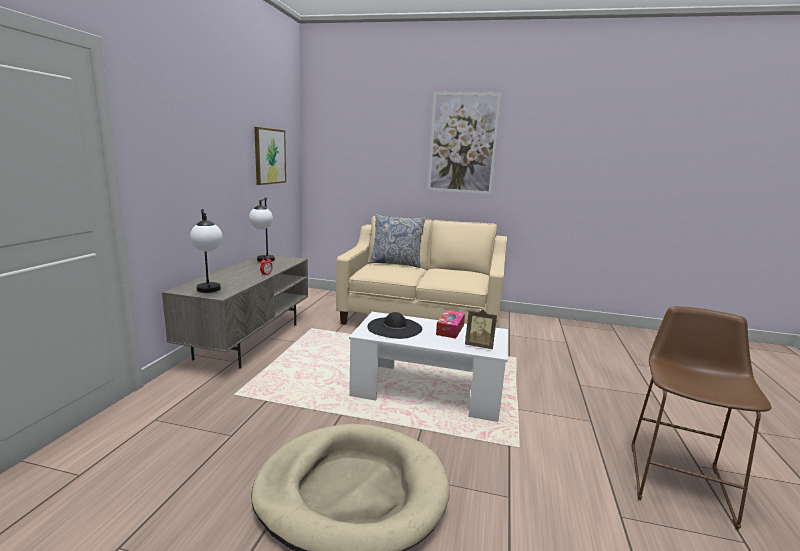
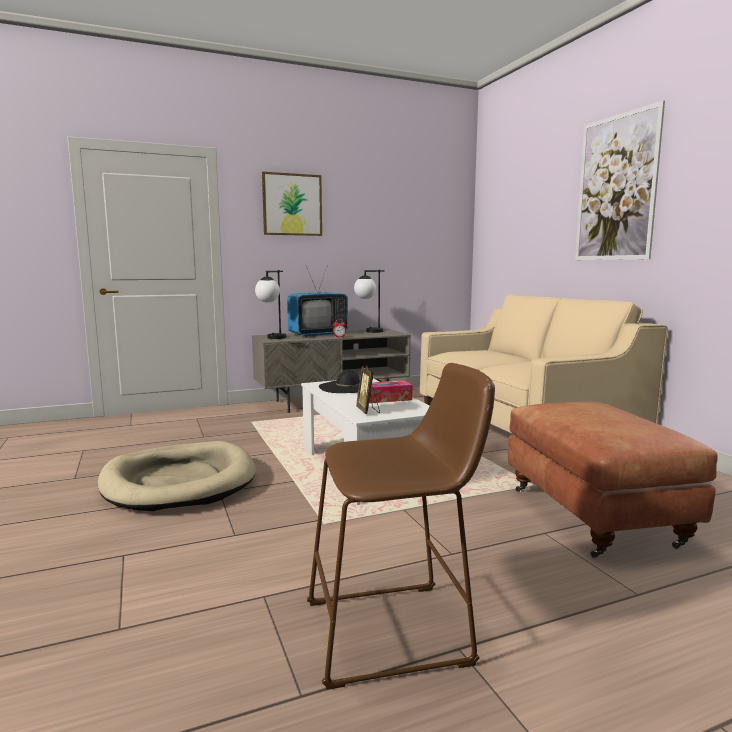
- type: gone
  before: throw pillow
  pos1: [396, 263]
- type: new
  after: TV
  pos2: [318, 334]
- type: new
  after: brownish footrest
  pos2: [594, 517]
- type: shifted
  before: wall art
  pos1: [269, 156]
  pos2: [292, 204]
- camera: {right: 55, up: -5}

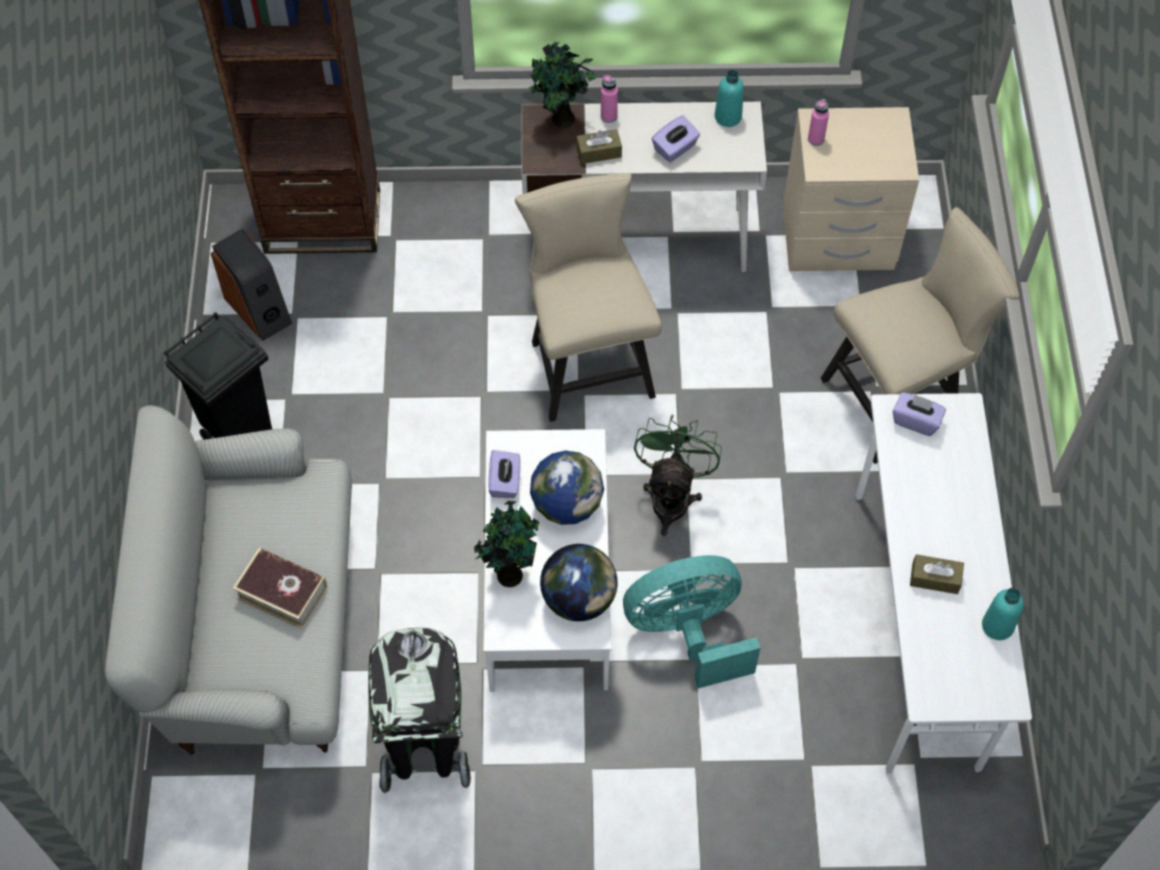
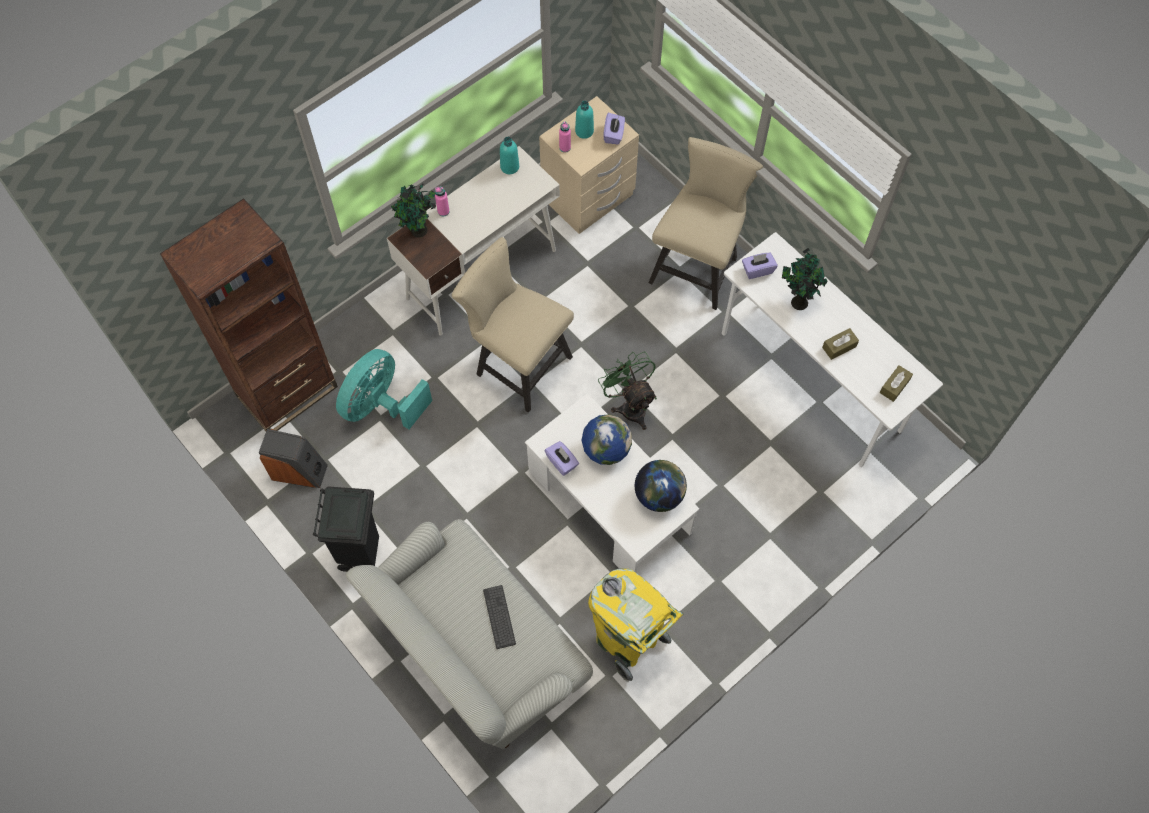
- type: shifted
  before: plant in a pot
  pos1: [509, 573]
  pos2: [798, 301]
- type: shifted
  before: brownish tissue box
  pos1: [598, 152]
  pos2: [894, 386]
- type: shifted
  before: turquoise cooling fan
  pos1: [688, 632]
  pos2: [381, 405]
- type: shifted
  before: purple-coloured tissue box
  pos1: [675, 148]
  pos2: [614, 134]
- type: shifted
  before: turquoise drink bottle
  pos1: [997, 626]
  pos2: [584, 131]
- type: swapped
  before: book
  after: keyboard
  pos1: [282, 592]
  pos2: [499, 617]
- type: repainted
  before: black-coloured trash can
  after: yellow-coloured trash can
  pos1: [425, 749]
  pos2: [628, 640]
- camera: {right: -40, up: 5}

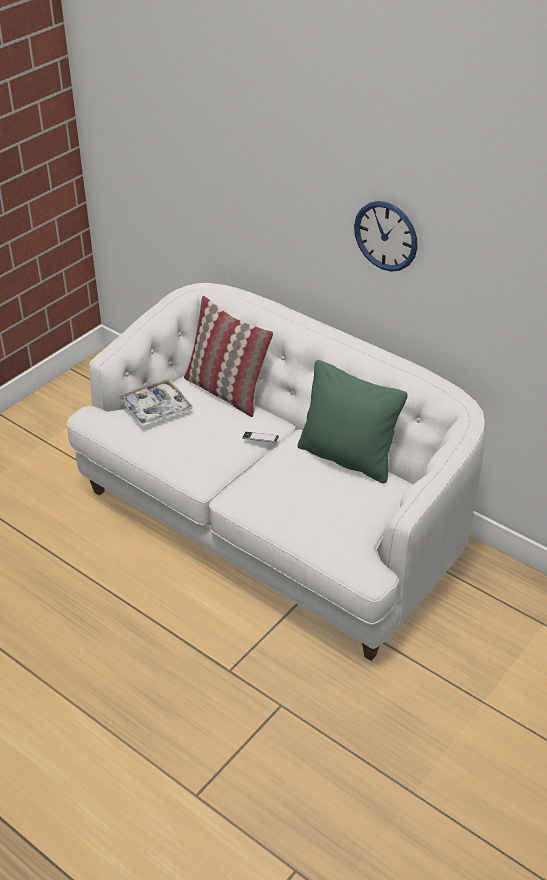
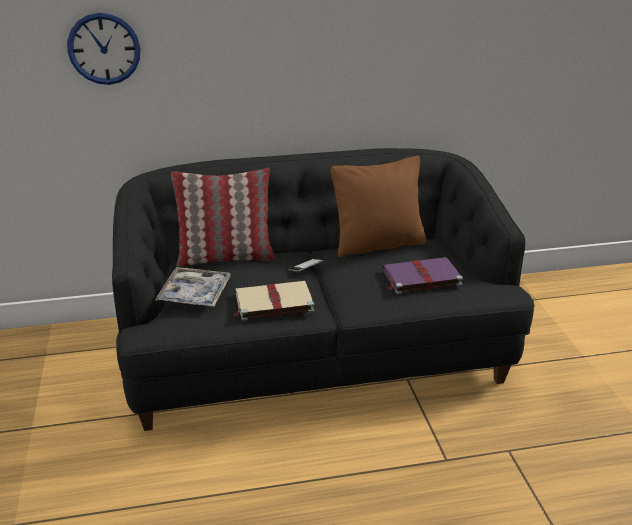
- type: new
  after: beige book
  pos2: [272, 303]
- type: new
  after: purple-coloured book
  pos2: [420, 278]
- type: shifted
  before: clock on the wall
  pos1: [386, 236]
  pos2: [104, 49]
- type: repainted
  before: whitish settee
  after: black-coloured settee
  pos1: [273, 524]
  pos2: [315, 354]
- type: repainted
  before: green-coloured throw pillow
  after: brownish throw pillow
  pos1: [347, 457]
  pos2: [378, 245]
- camera: {right: -50, up: -10}

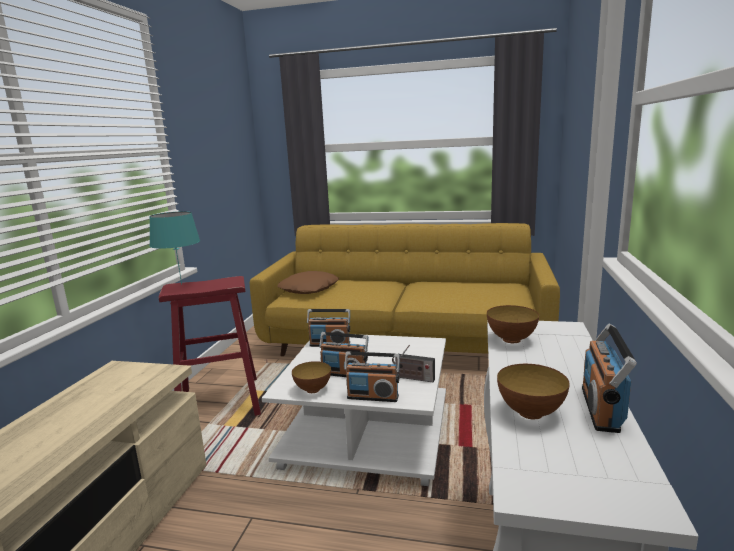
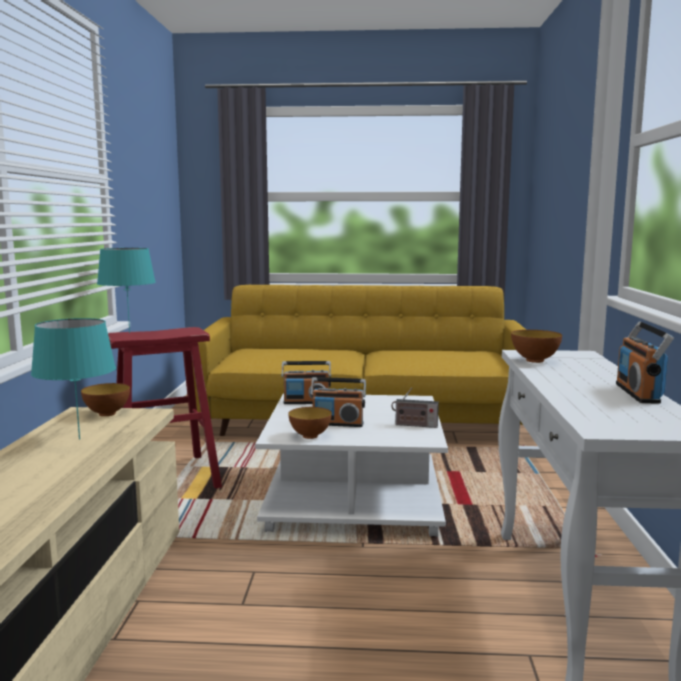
- type: gone
  before: brownish throw pillow
  pos1: [309, 289]
- type: gone
  before: radio receiver
  pos1: [373, 397]
- type: new
  after: turquoise lamp for a table
  pos2: [79, 439]
- type: shifted
  before: serving bowl
  pos1: [530, 413]
  pos2: [107, 414]
- camera: {right: -10, up: -5}

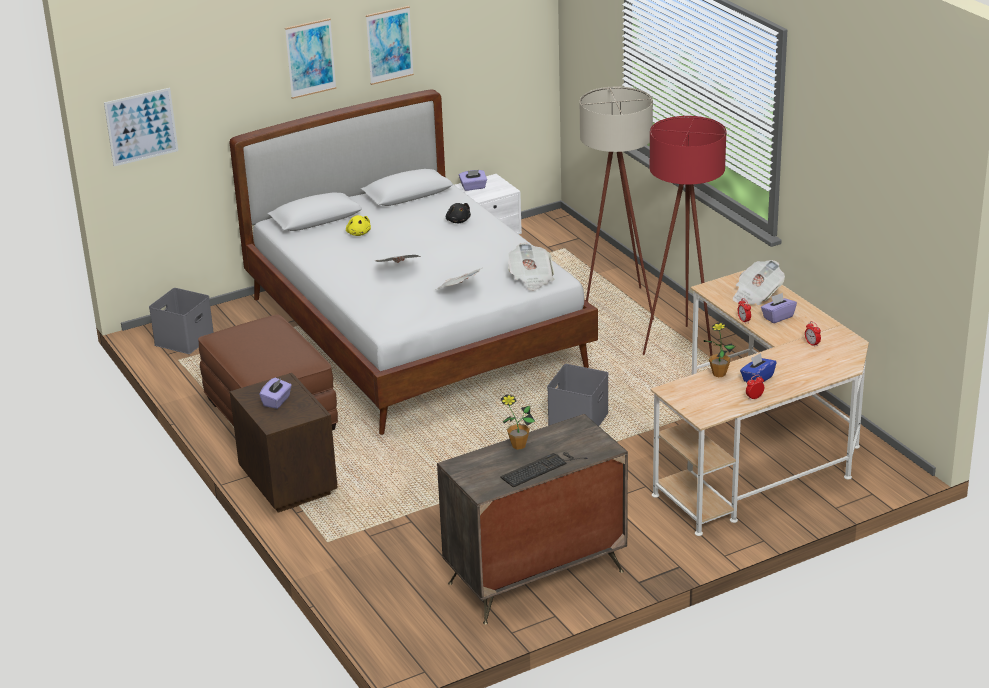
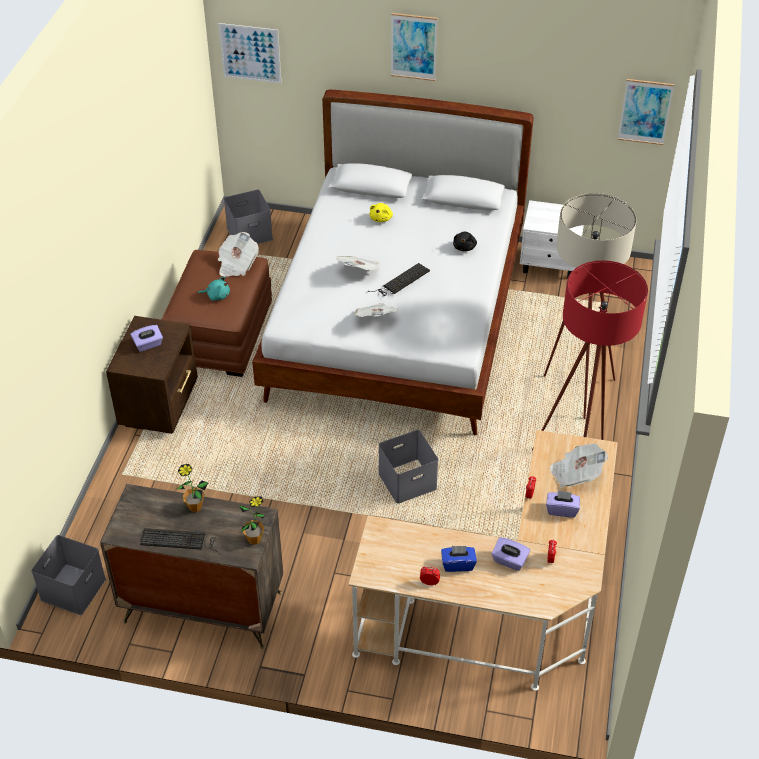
- type: new
  after: greyish storage bin
  pos2: [73, 590]
- type: new
  after: turquoise cuddly toy
  pos2: [217, 296]
- type: new
  after: keyboard
  pos2: [401, 281]
- type: shifted
  before: wall art
  pos1: [389, 45]
  pos2: [645, 112]
- type: shifted
  before: purple-coloured tissue box
  pos1: [473, 187]
  pos2: [509, 561]
- type: shifted
  before: daily paper
  pos1: [531, 278]
  pos2: [237, 264]
- type: shifted
  before: plant in a pot
  pos1: [719, 374]
  pos2: [254, 539]
- camera: {right: 40, up: 15}

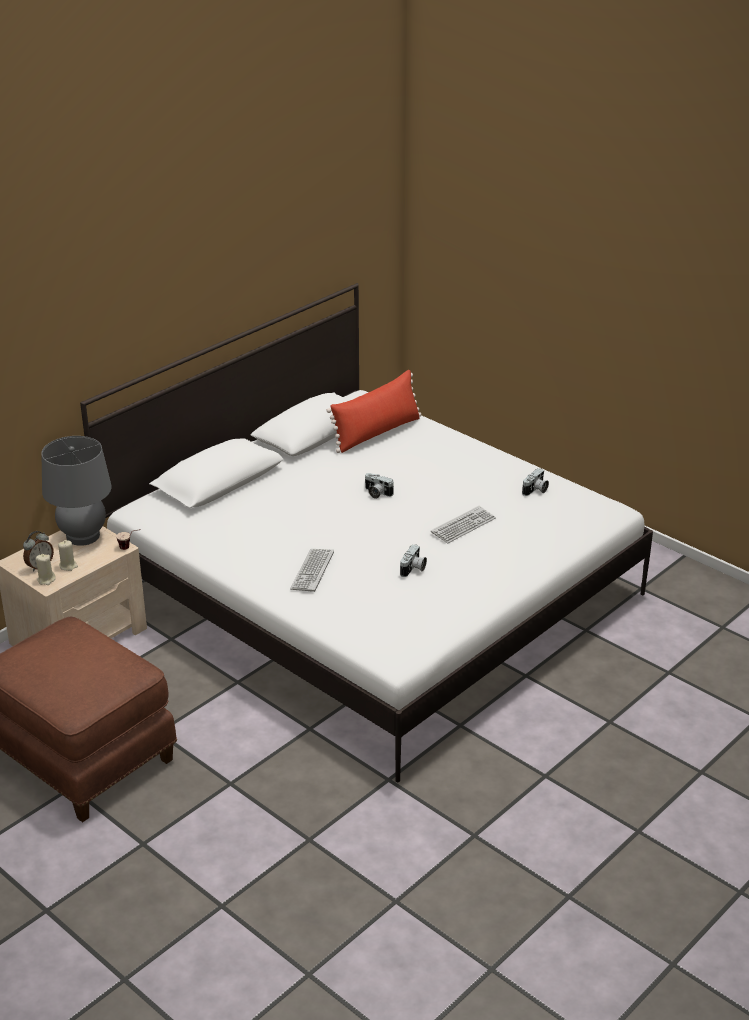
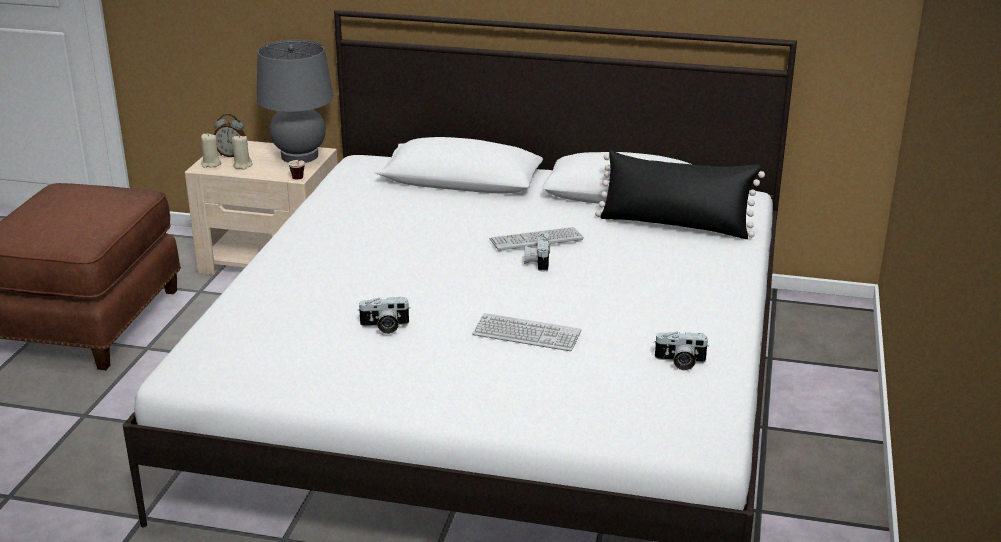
- type: shifted
  before: keyboard
  pos1: [312, 571]
  pos2: [536, 240]
- type: repainted
  before: red throw pillow
  after: black-coloured throw pillow
  pos1: [377, 433]
  pos2: [675, 225]
- camera: {right: 60, up: -5}

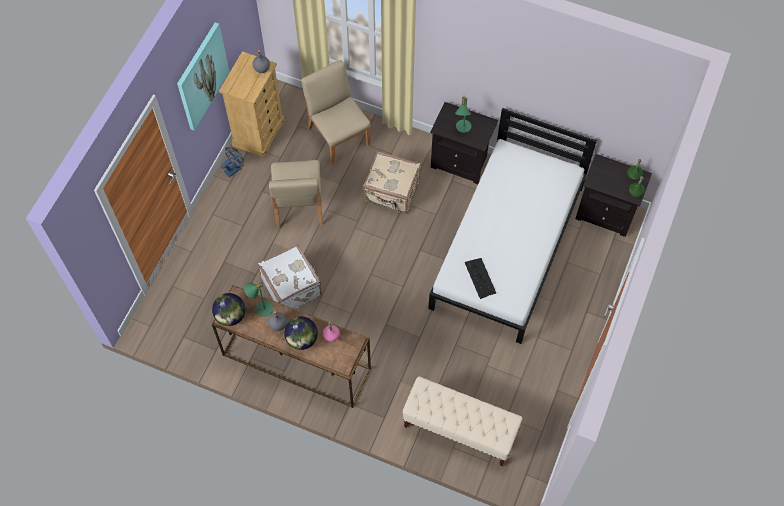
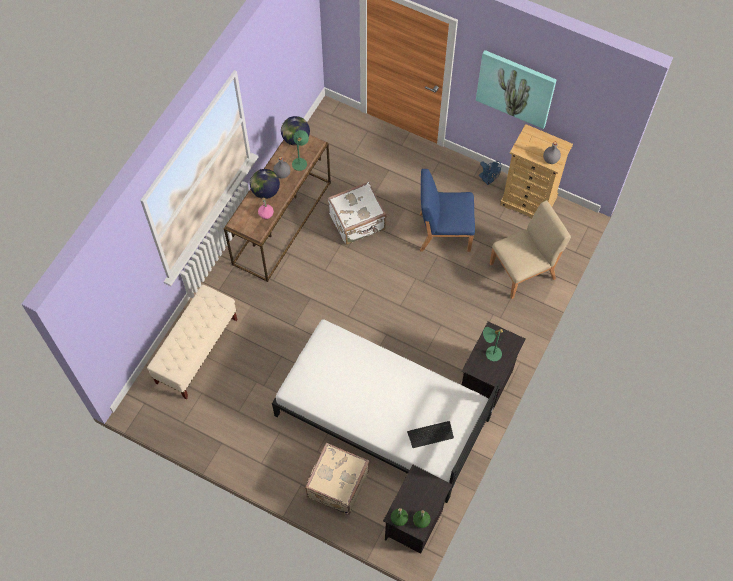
- type: shifted
  before: beige suitcase
  pos1: [392, 192]
  pos2: [336, 484]
- type: shifted
  before: keyboard
  pos1: [480, 278]
  pos2: [430, 434]
- type: repainted
  before: beige chair
  after: bluish chair
  pos1: [298, 205]
  pos2: [443, 232]
- camera: {right: 95, up: 0}

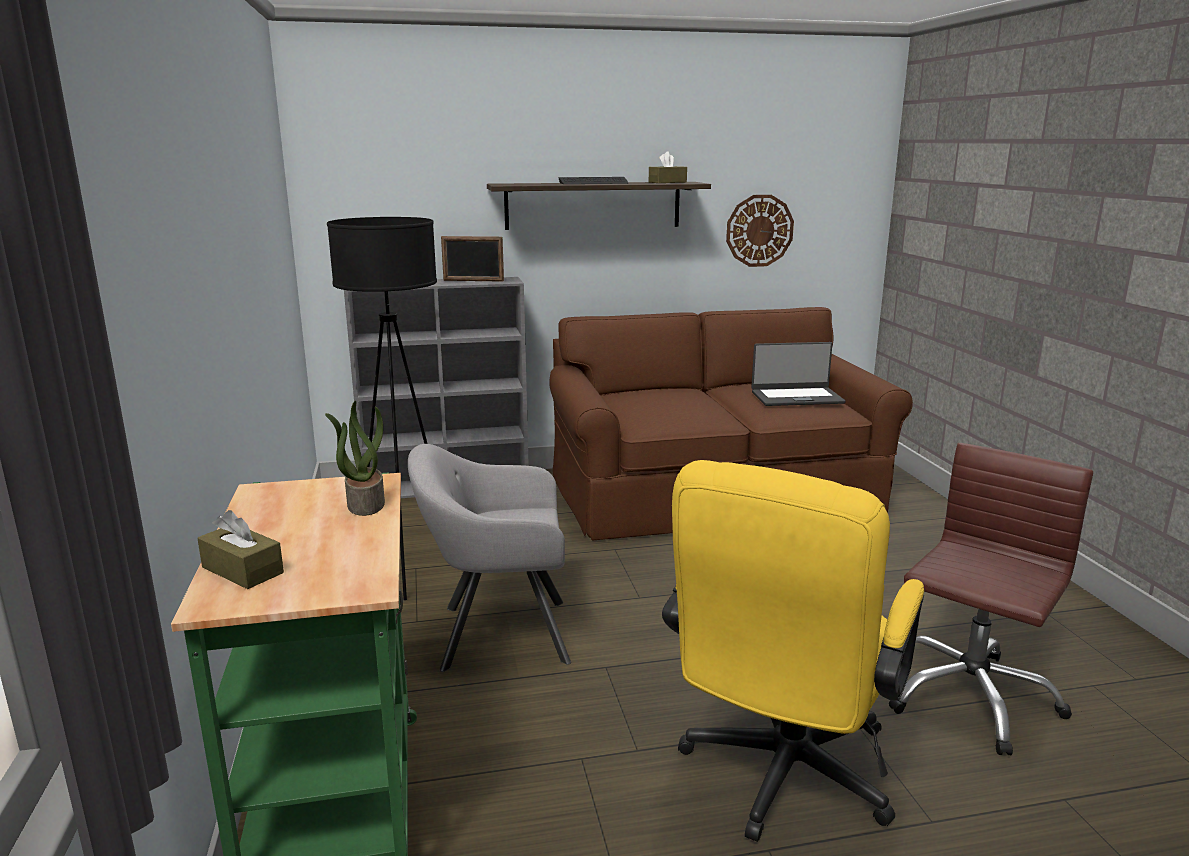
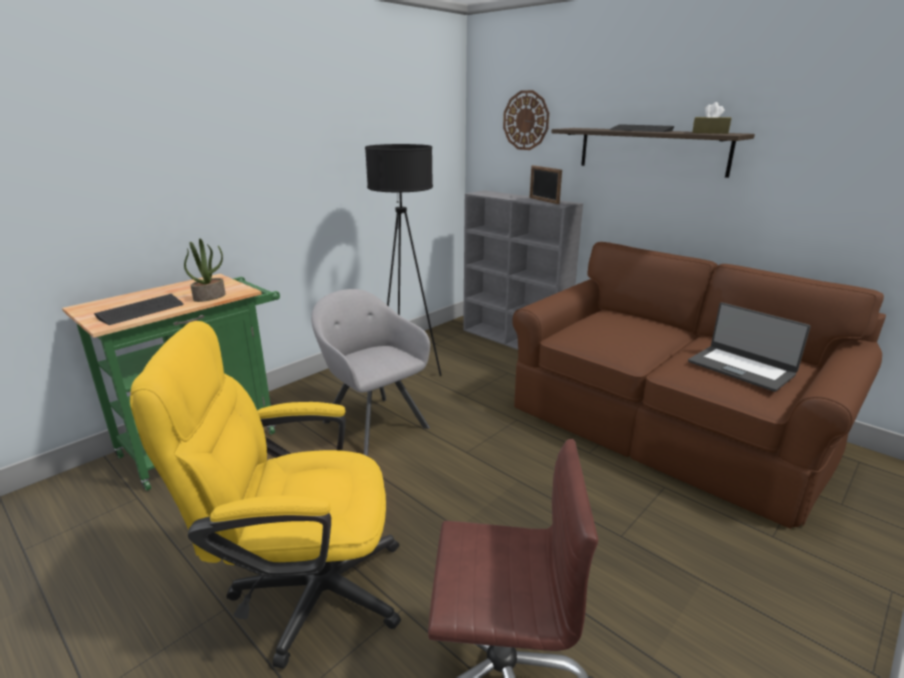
- type: gone
  before: brownish tissue box
  pos1: [242, 570]
- type: new
  after: keyboard
  pos2: [141, 311]
- type: shifted
  before: clock on the wall
  pos1: [759, 230]
  pos2: [526, 120]
- camera: {right: 55, up: 5}

